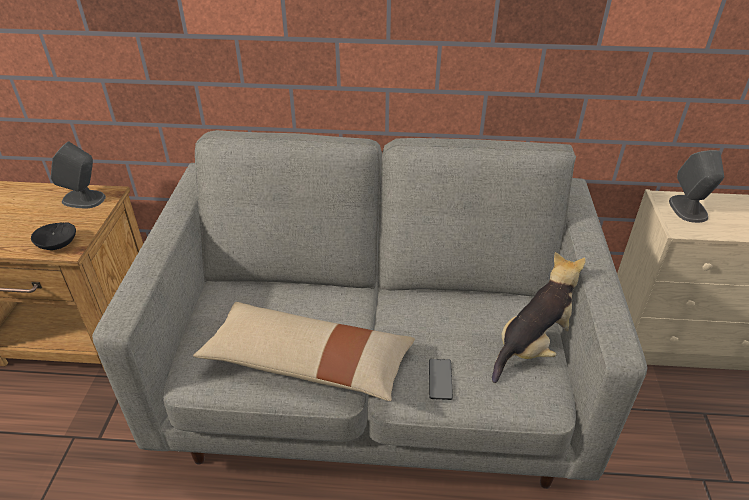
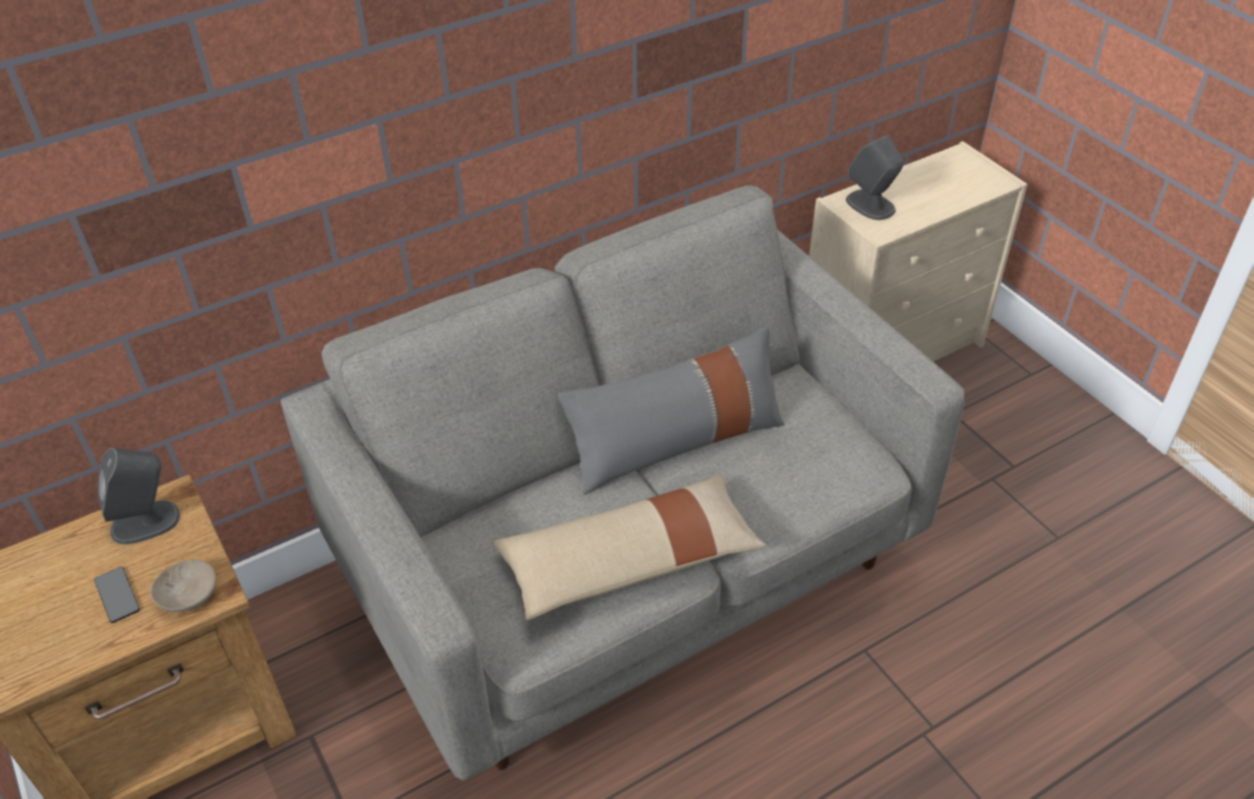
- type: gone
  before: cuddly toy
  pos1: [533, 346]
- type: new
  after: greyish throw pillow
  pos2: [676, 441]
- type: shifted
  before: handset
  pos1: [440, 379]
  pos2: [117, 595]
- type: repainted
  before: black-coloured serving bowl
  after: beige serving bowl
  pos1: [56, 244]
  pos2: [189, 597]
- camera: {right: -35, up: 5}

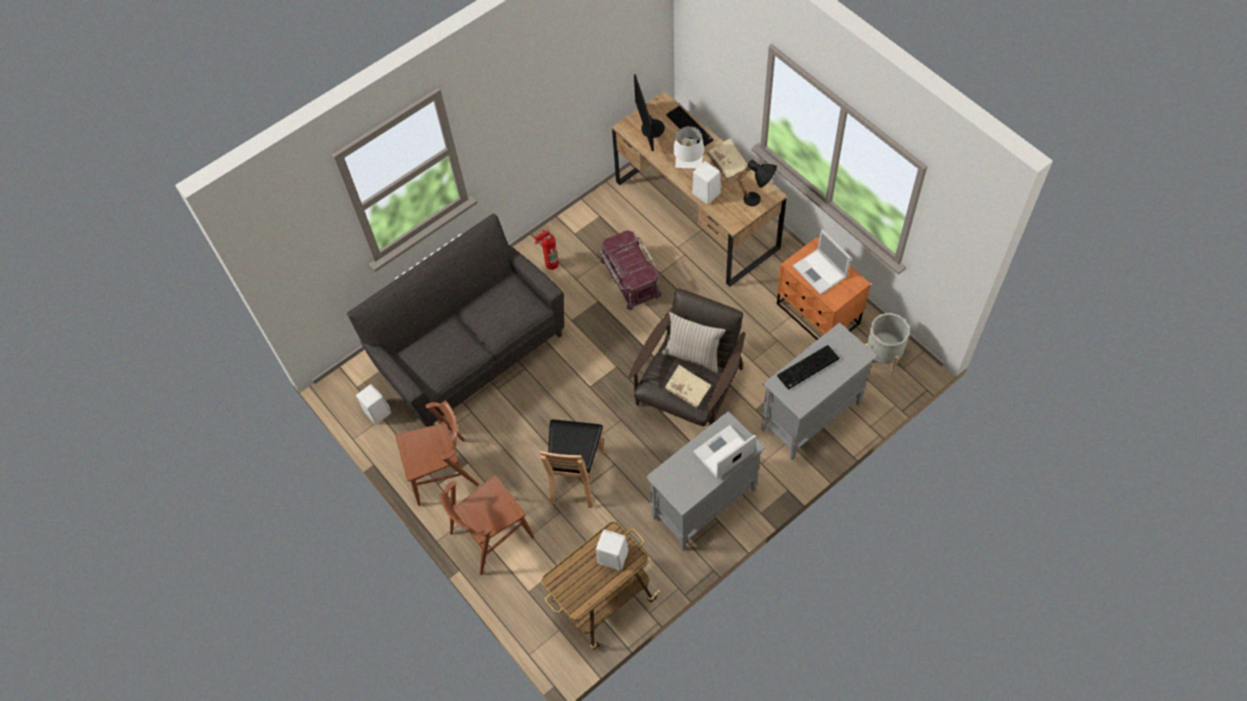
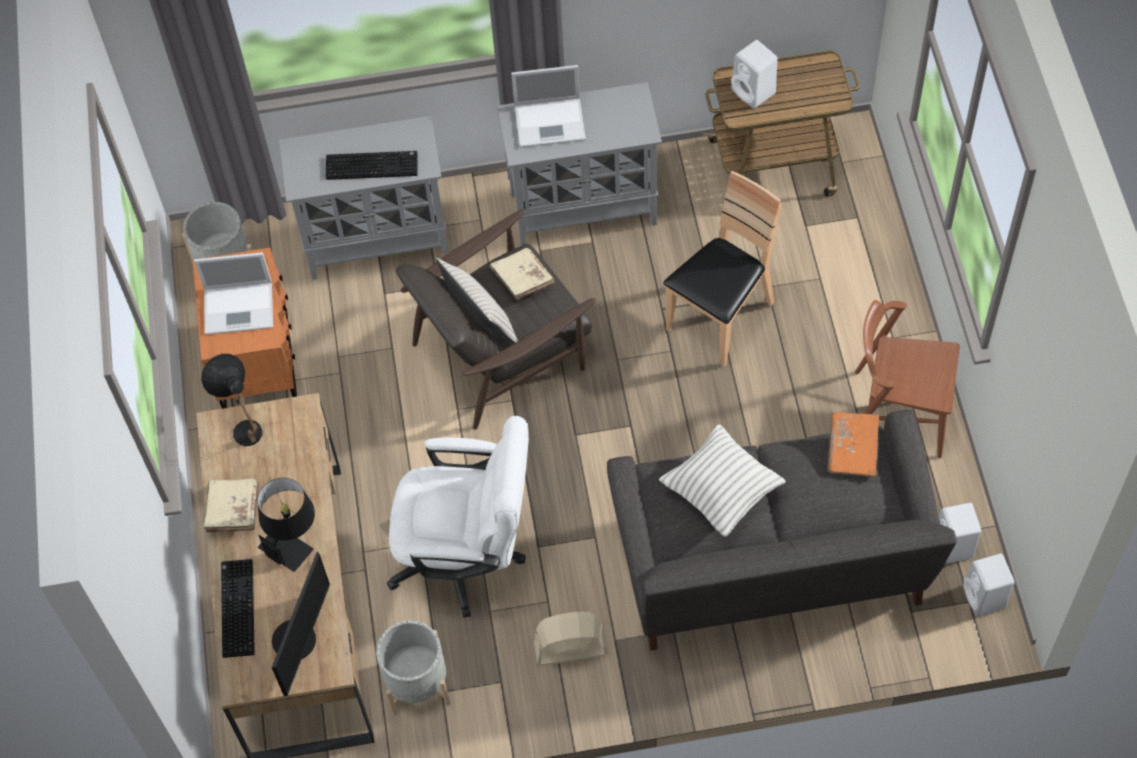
- type: gone
  before: brownish chair
  pos1: [491, 535]
- type: new
  after: greyish planter
  pos2: [417, 683]
- type: new
  after: throw pillow
  pos2: [721, 491]
- type: new
  after: orangey book
  pos2: [853, 449]
- type: shifted
  before: whitish audio speaker
  pos1: [705, 193]
  pos2: [985, 598]
- type: swapped
  before: fire extinguisher
  after: beige cooling fan
  pos1: [550, 264]
  pos2: [570, 649]
- type: swapped
  before: red storage bin
  after: whitish computer chair
  pos1: [630, 278]
  pos2: [468, 558]
- type: repainted
  before: whitish lamp for a table
  after: black-coloured lamp for a table
  pos1: [688, 166]
  pos2: [292, 539]
- type: rotated
  before: laptop
  pos1: [820, 272]
  pos2: [240, 307]
  turn: 90
- camera: {right: -150, up: 0}

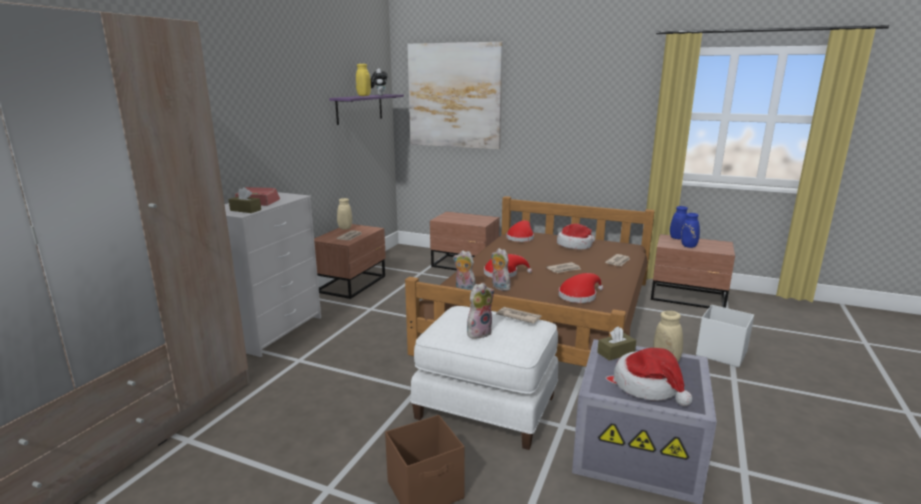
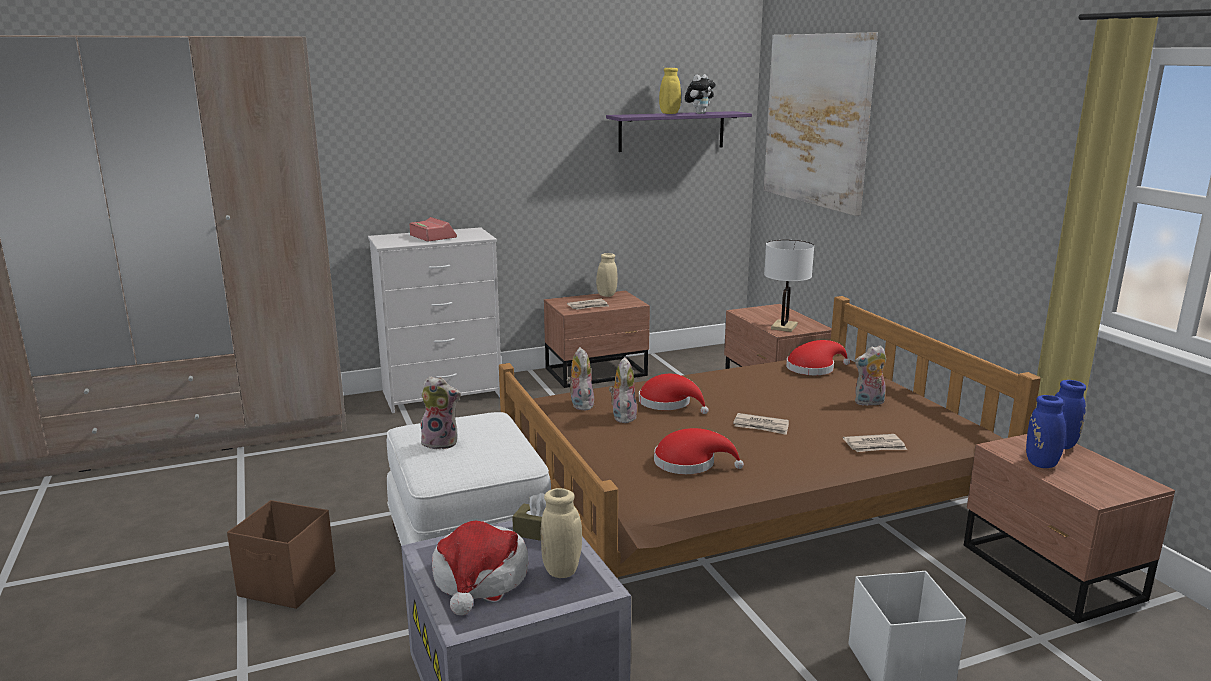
- type: gone
  before: brownish tissue box
  pos1: [245, 210]
- type: gone
  before: daily paper
  pos1: [518, 316]
- type: new
  after: whitish lamp for a table
  pos2: [784, 327]
- type: swapped
  before: hat
  after: cuddly toy
  pos1: [575, 245]
  pos2: [869, 403]
- camera: {right: 45, up: 0}

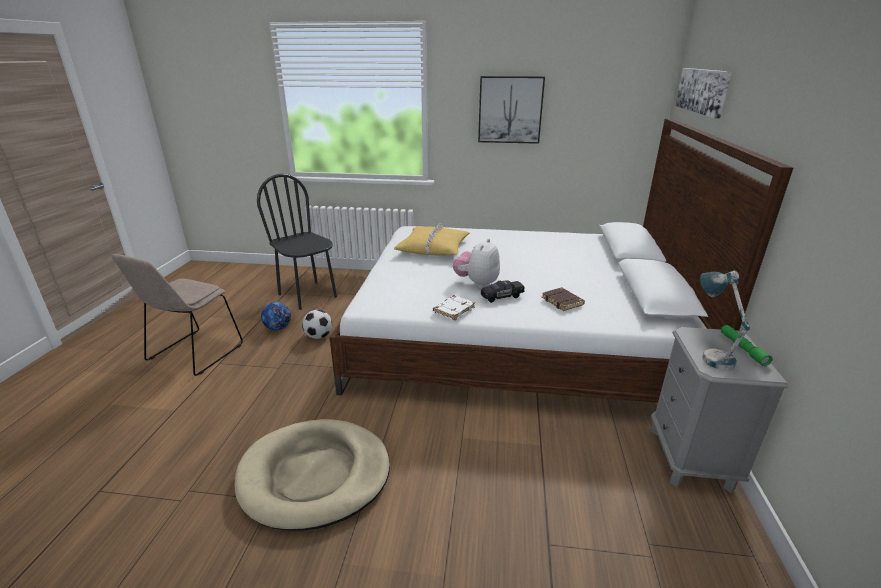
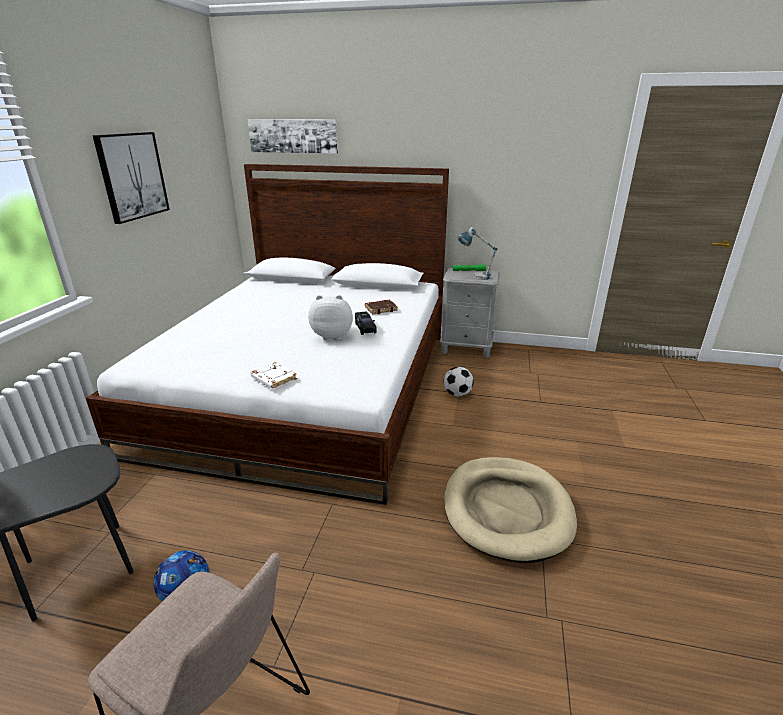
- type: gone
  before: yellow-coloured throw pillow
  pos1: [433, 248]
- type: shifted
  before: football ball
  pos1: [318, 336]
  pos2: [457, 394]
- type: shifted
  before: whitish book
  pos1: [453, 310]
  pos2: [273, 379]
- type: rotated
  before: cuddly toy
  pos1: [477, 283]
  pos2: [332, 336]
  turn: 150
- camera: {right: -85, up: 0}

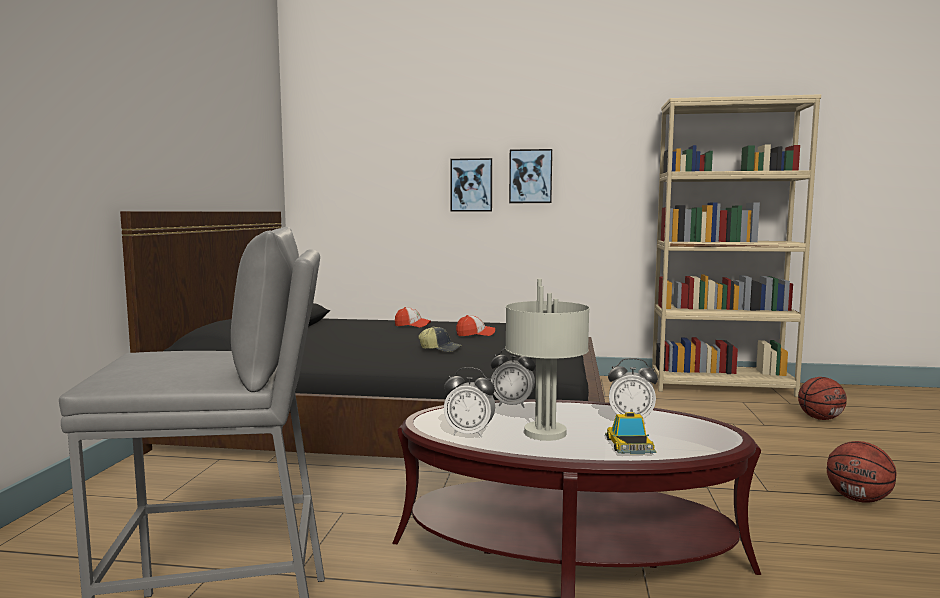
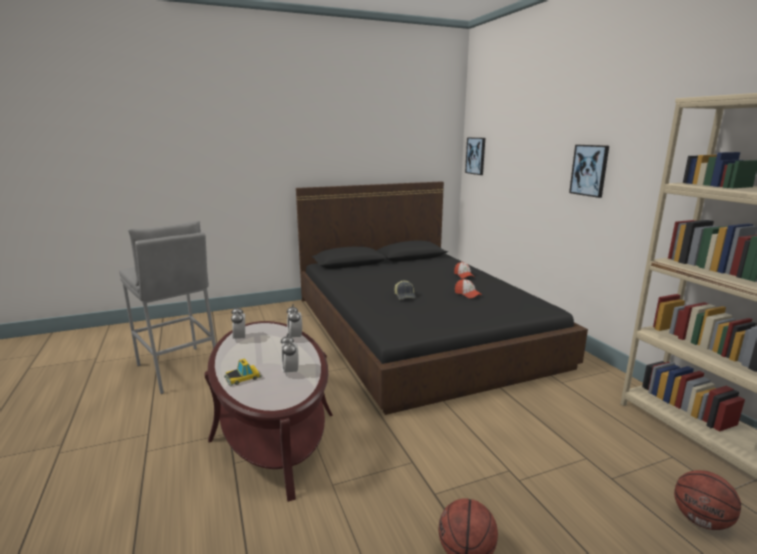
- type: gone
  before: greyish lamp for a table
  pos1: [546, 433]
- type: shifted
  before: wall art
  pos1: [471, 185]
  pos2: [476, 156]
- camera: {right: 60, up: 10}

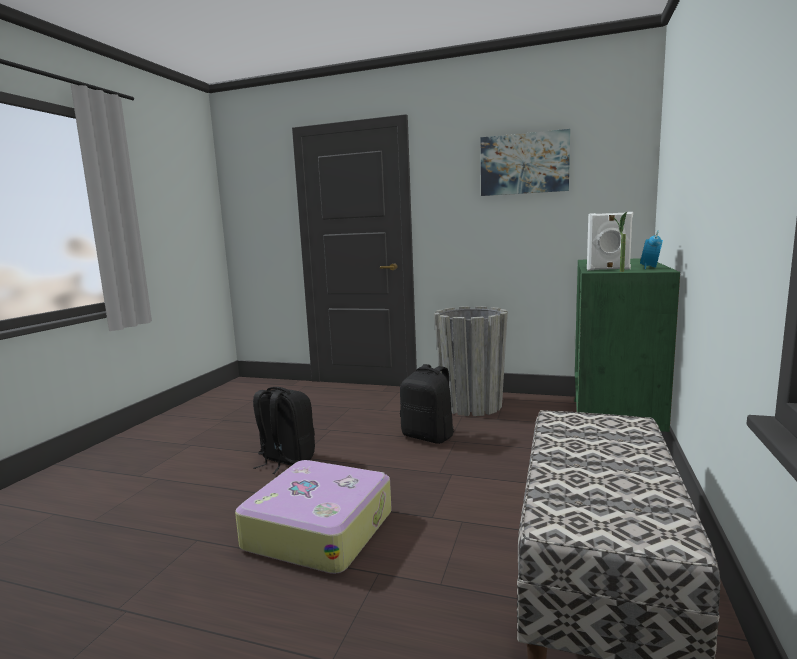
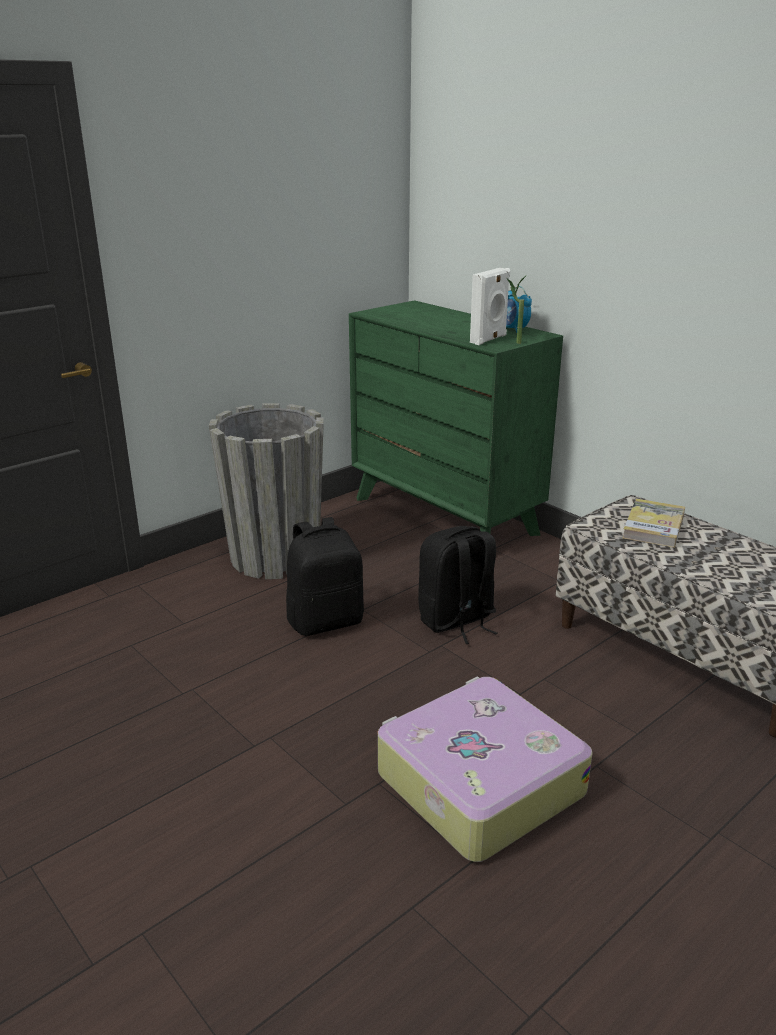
- type: gone
  before: wall art
  pos1: [524, 164]
- type: new
  after: book
  pos2: [653, 526]
- type: shifted
  before: black-coloured rucksack
  pos1: [285, 460]
  pos2: [457, 621]
- camera: {right: -60, up: 15}

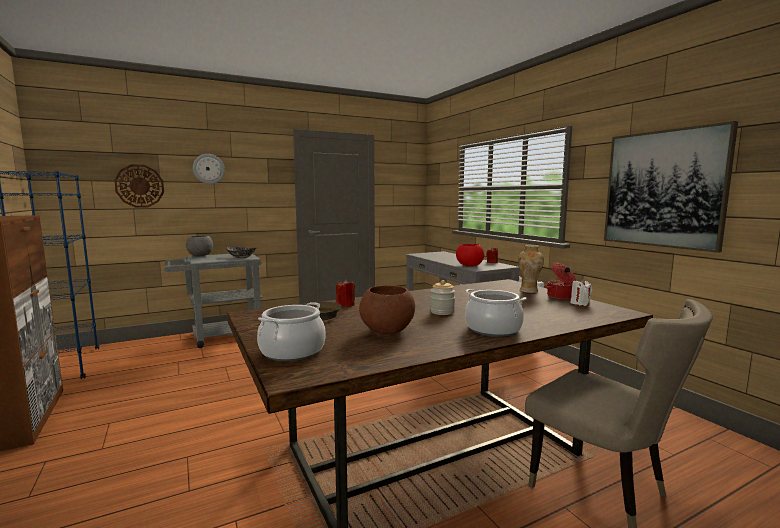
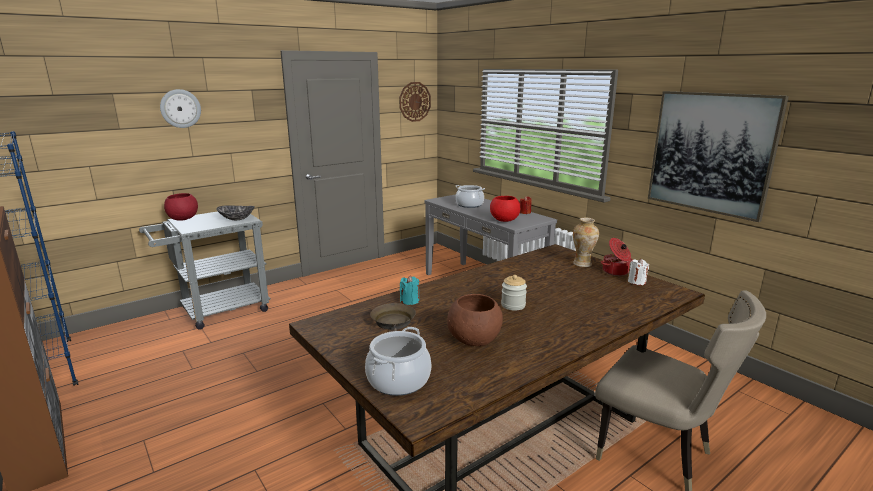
- type: shifted
  before: clock on the wall
  pos1: [139, 186]
  pos2: [414, 101]
- type: shifted
  before: stockpot
  pos1: [493, 329]
  pos2: [469, 205]
- type: repainted
  before: greyish serving bowl
  after: red serving bowl
  pos1: [200, 256]
  pos2: [183, 219]
- type: repainted
  before: red wax light
  after: turquoise wax light
  pos1: [345, 305]
  pos2: [410, 301]
- camera: {right: -10, up: 10}

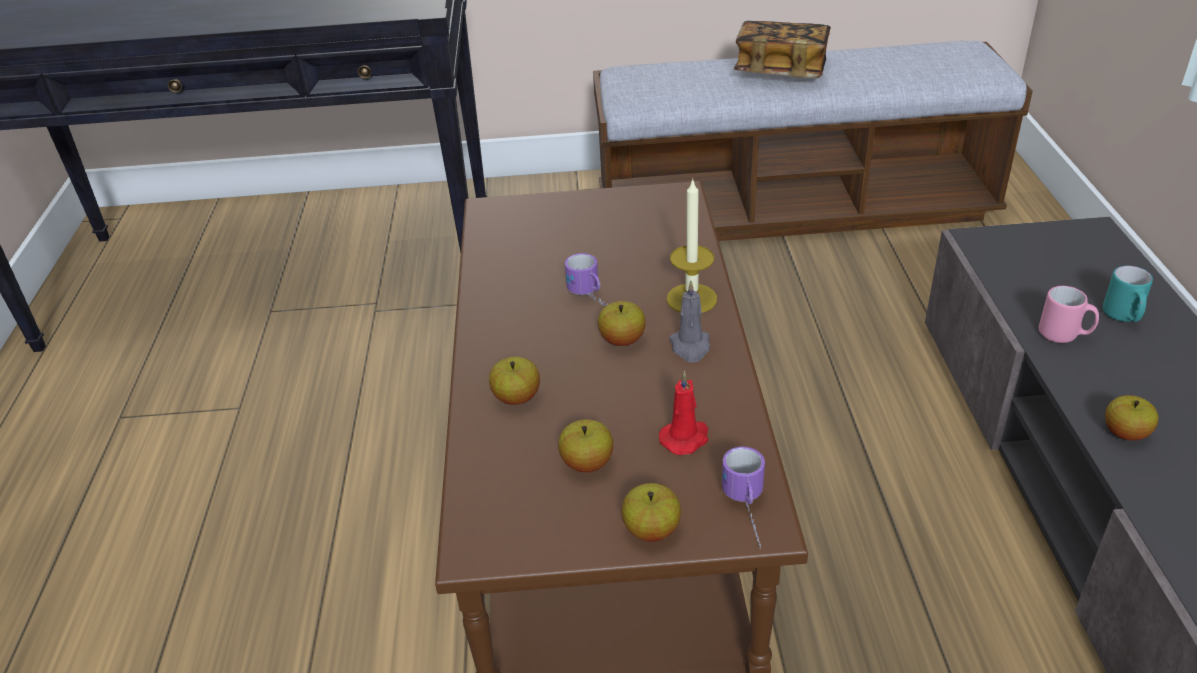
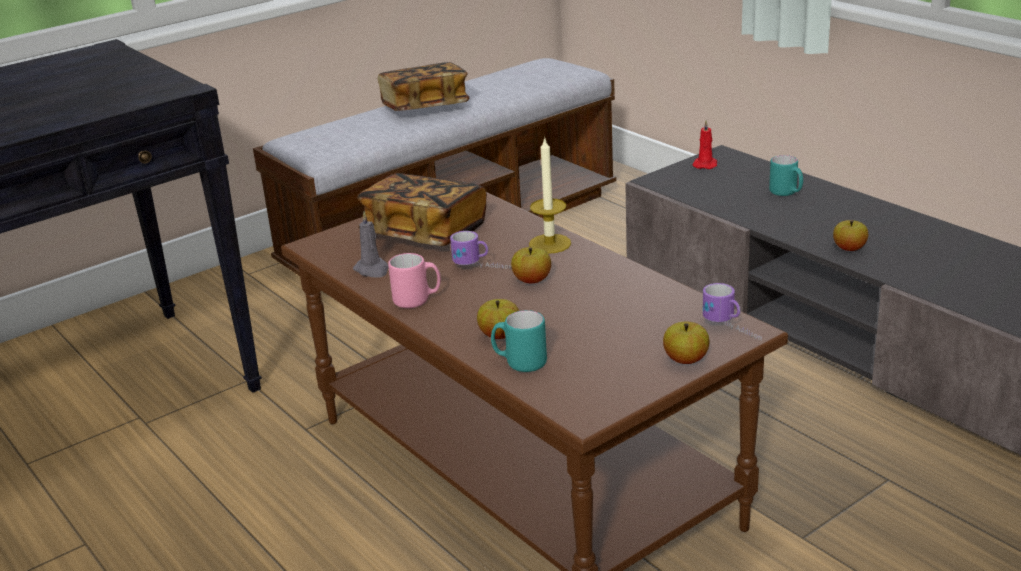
- type: gone
  before: whole apple
  pos1: [587, 463]
- type: new
  after: book
  pos2: [425, 233]
- type: new
  after: turquoise tea mug
  pos2: [519, 363]
- type: shifted
  before: red wax light
  pos1: [685, 438]
  pos2: [705, 164]
- type: shifted
  before: greyish wax light
  pos1: [690, 347]
  pos2: [372, 270]
- type: shifted
  before: pinkish tea mug
  pos1: [1064, 335]
  pos2: [417, 300]
- camera: {right: -35, up: -10}

